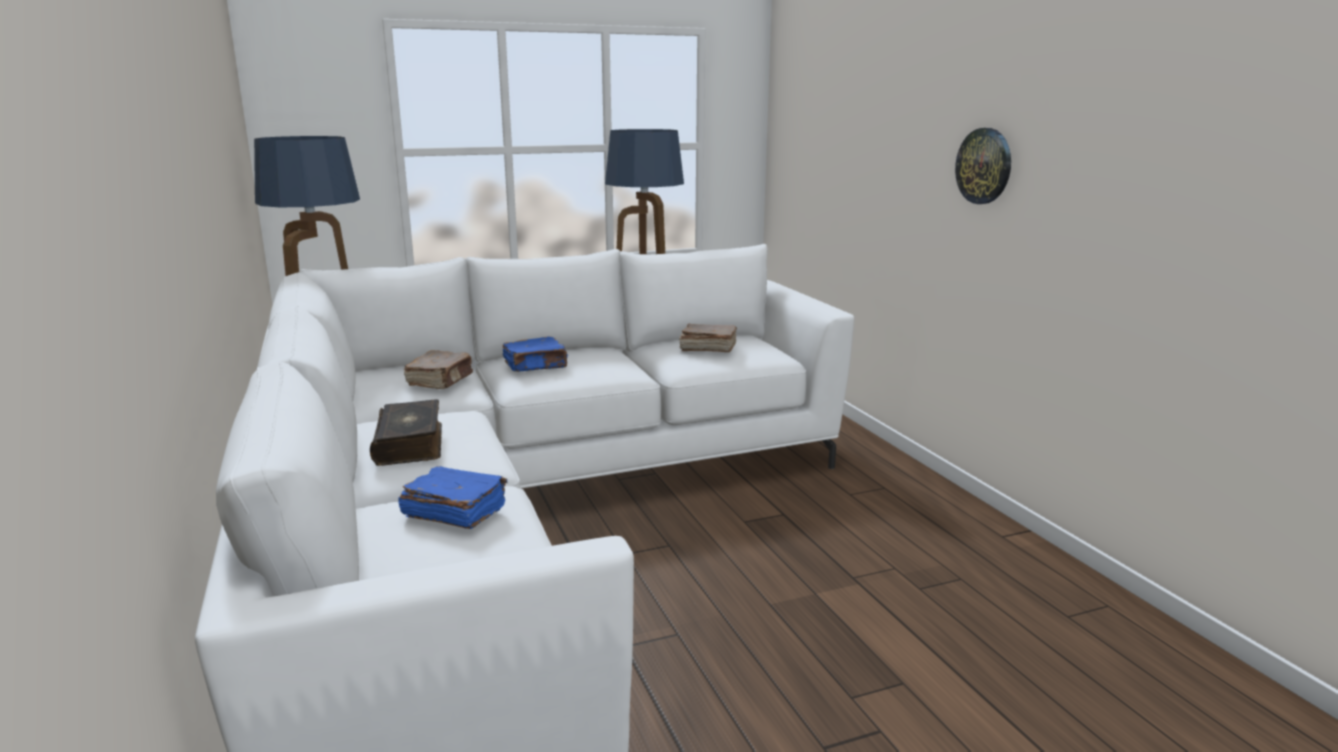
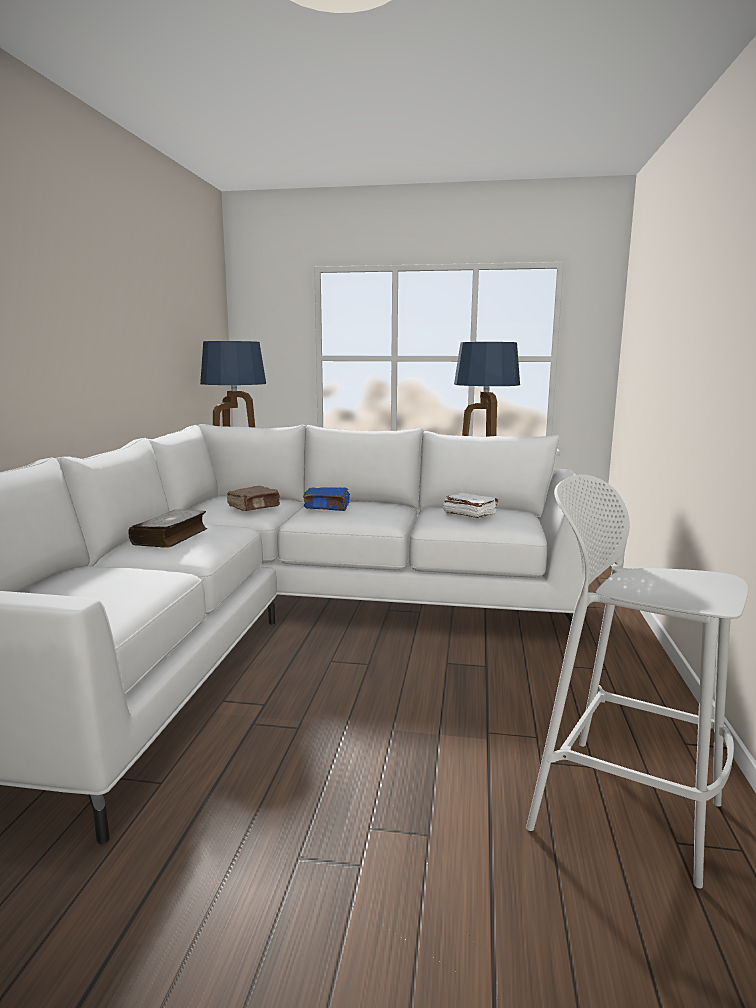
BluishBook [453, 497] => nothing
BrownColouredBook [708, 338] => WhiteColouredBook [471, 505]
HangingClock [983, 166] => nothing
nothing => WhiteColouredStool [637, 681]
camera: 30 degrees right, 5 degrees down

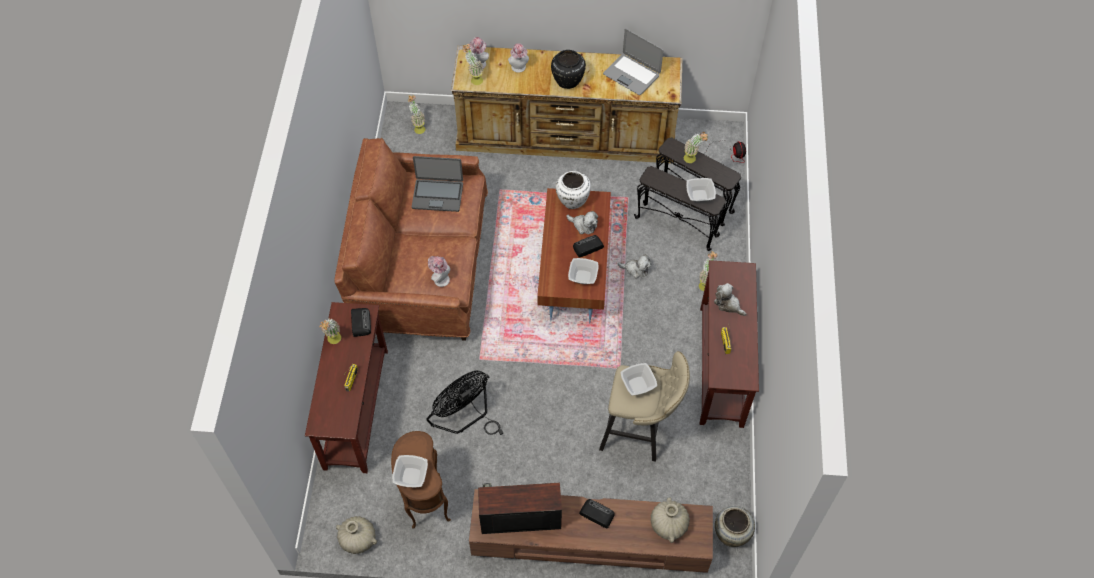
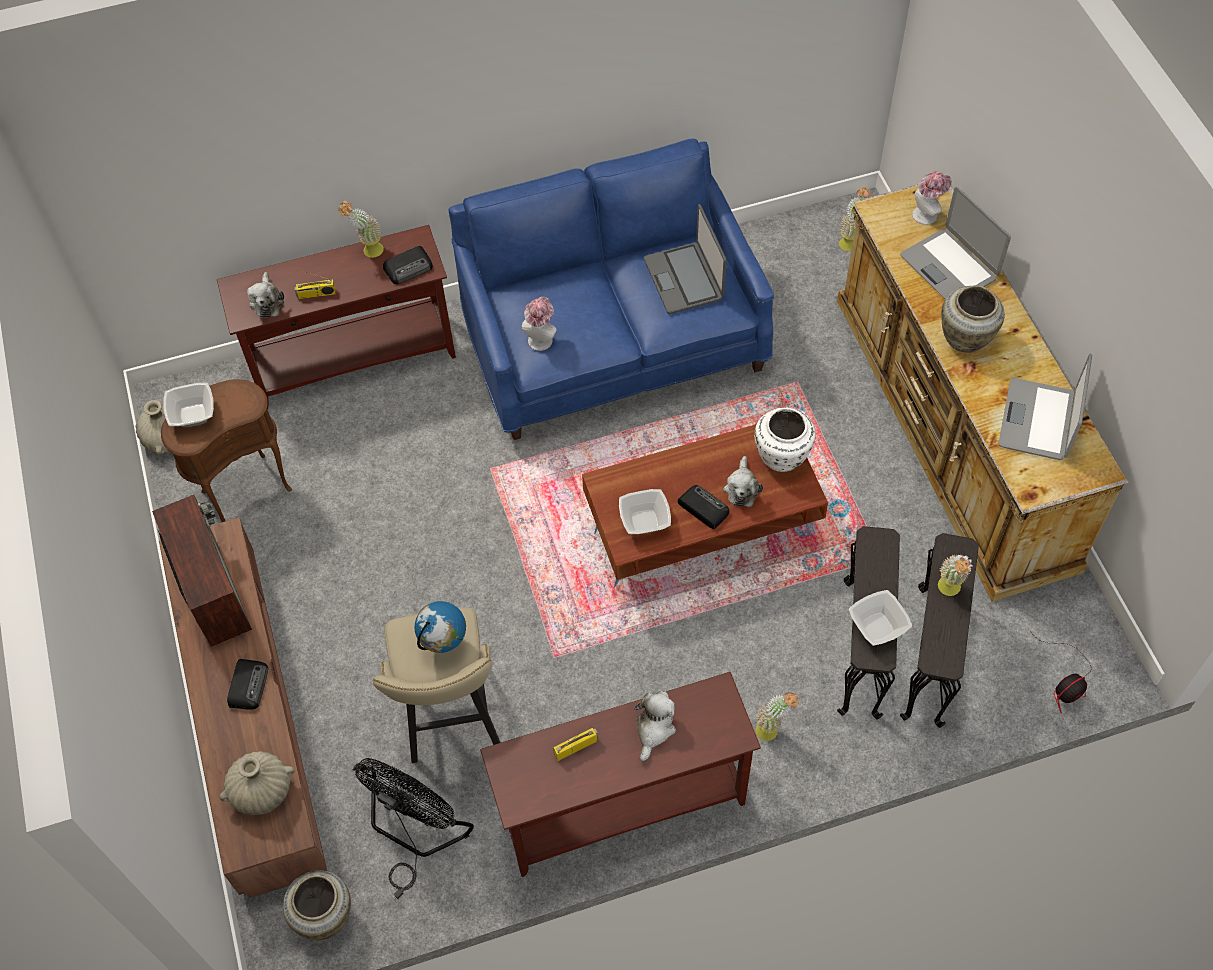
BrownColouredSettee [411, 239] => BluishSettee [611, 289]
BlackishCoolingFan [464, 403] => BlackishCoolingFan [413, 828], shifted
PottedPlant [472, 64] => nothing
Hat [518, 58] => Laptop [955, 243]
BlackishDecorativeVase [568, 69] => BeigeColouredDecorativeVase [973, 319]
CuddlyToy [634, 266] => CuddlyToy [265, 295], shifted
Bowl [638, 379] => DeskGlobe [440, 627]
camera: 70 degrees right, 0 degrees up

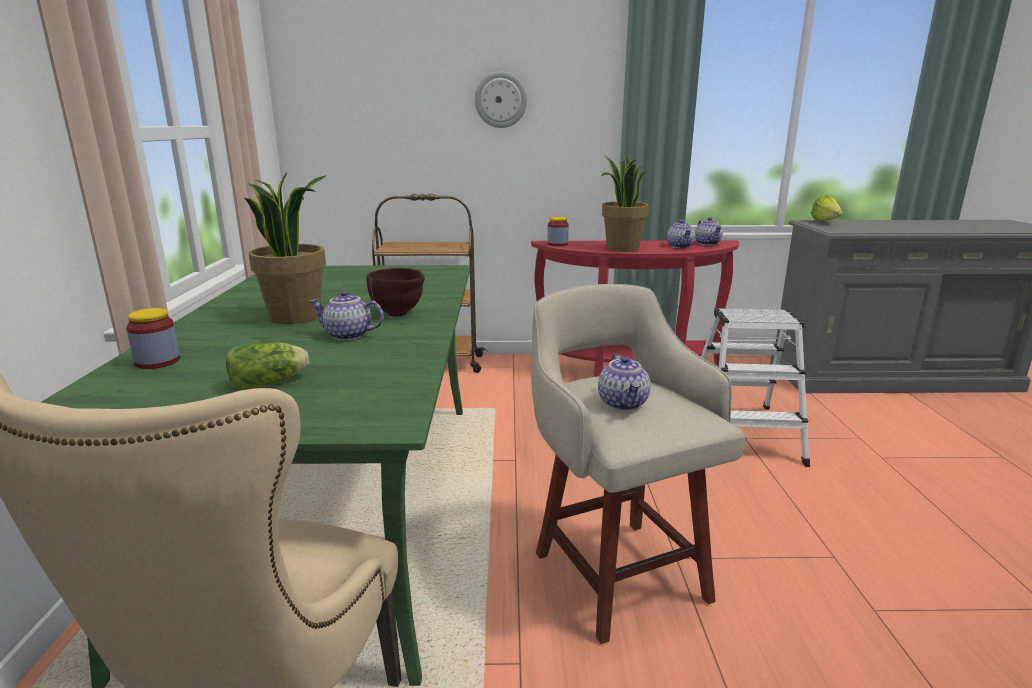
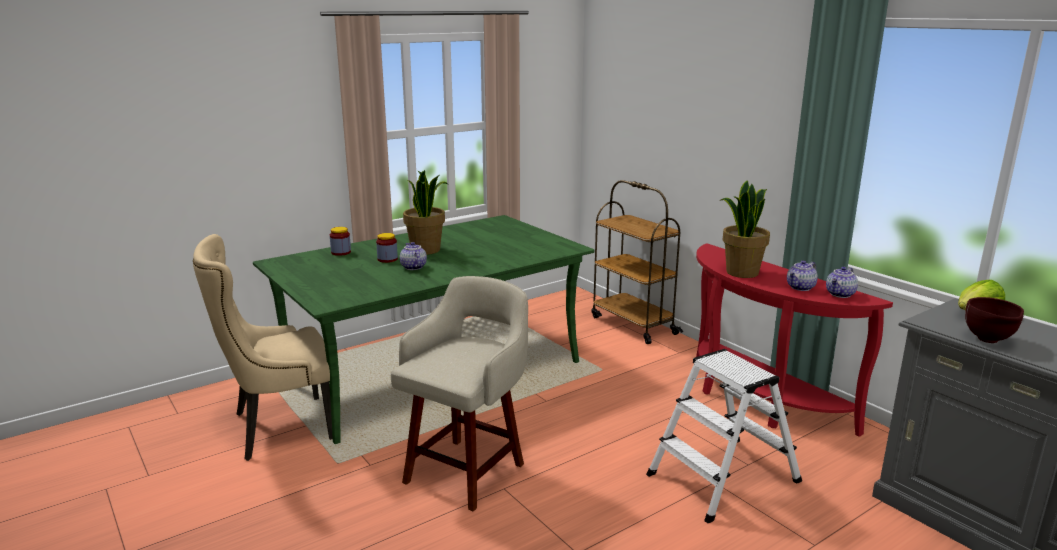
LettuceHead [267, 365] => nothing
BrownColouredBowl [395, 292] => BrownColouredBowl [994, 320], shifted
HangingClock [501, 99] => nothing
StorageJar [558, 231] => StorageJar [387, 248], shifted
PotForTea [624, 382] => nothing
camera: 55 degrees right, 0 degrees up

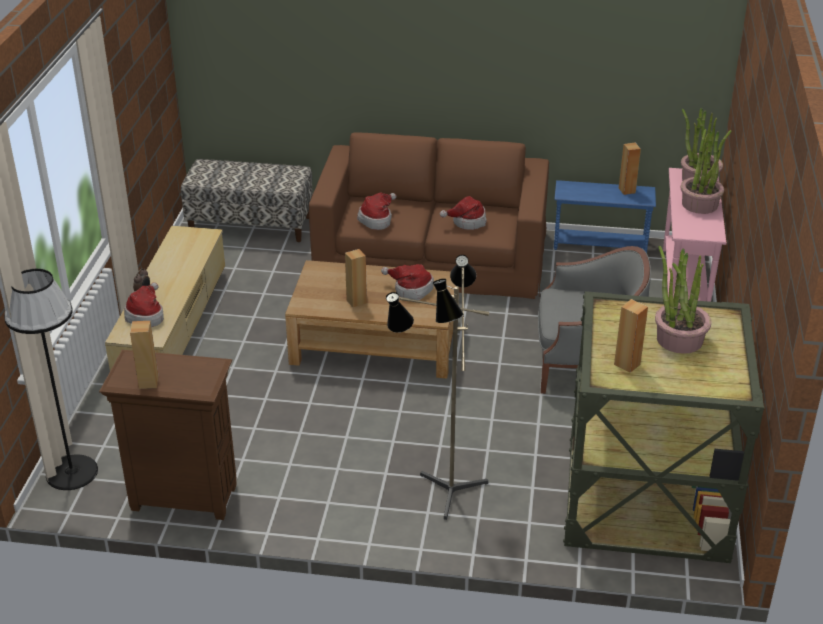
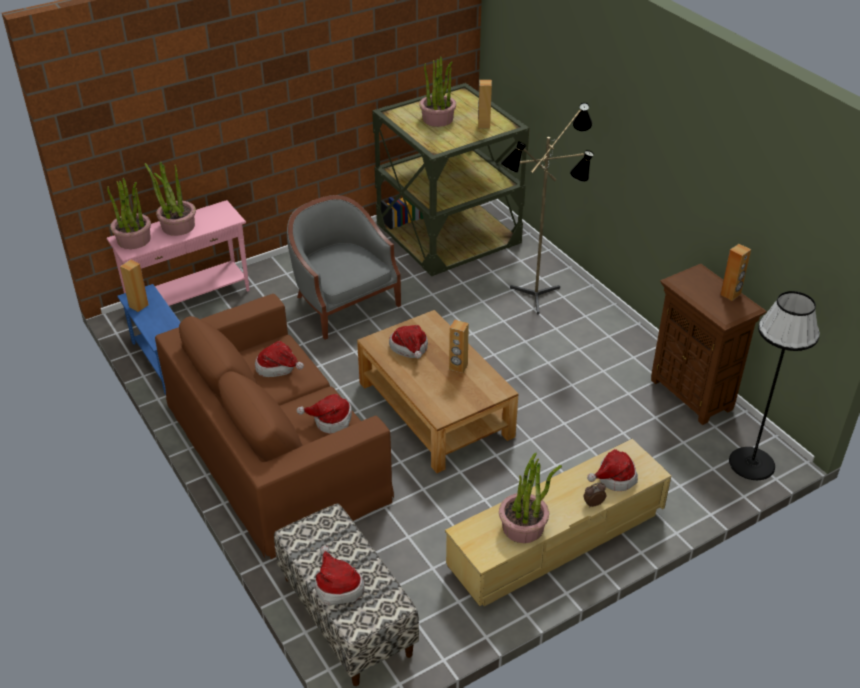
nothing => Hat [340, 575]
nothing => PottedPlant [530, 498]
camera: 130 degrees left, 5 degrees up

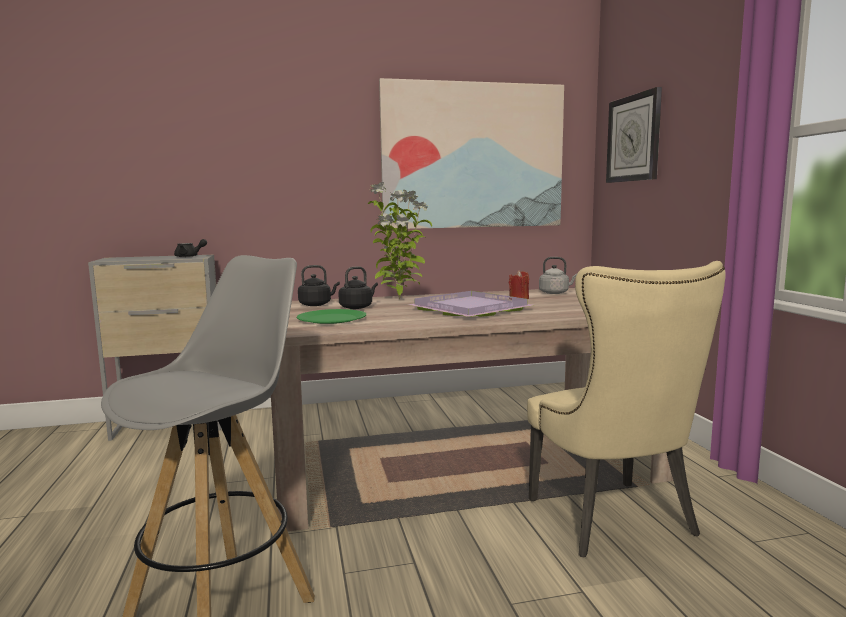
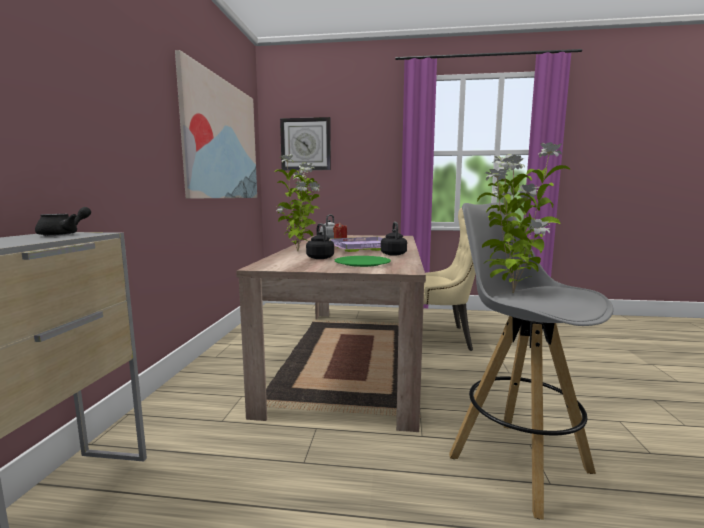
BlackishKettle [319, 285] => BlackishKettle [394, 239], shifted
nothing => PottedPlant [524, 217]
camera: 70 degrees left, 0 degrees up

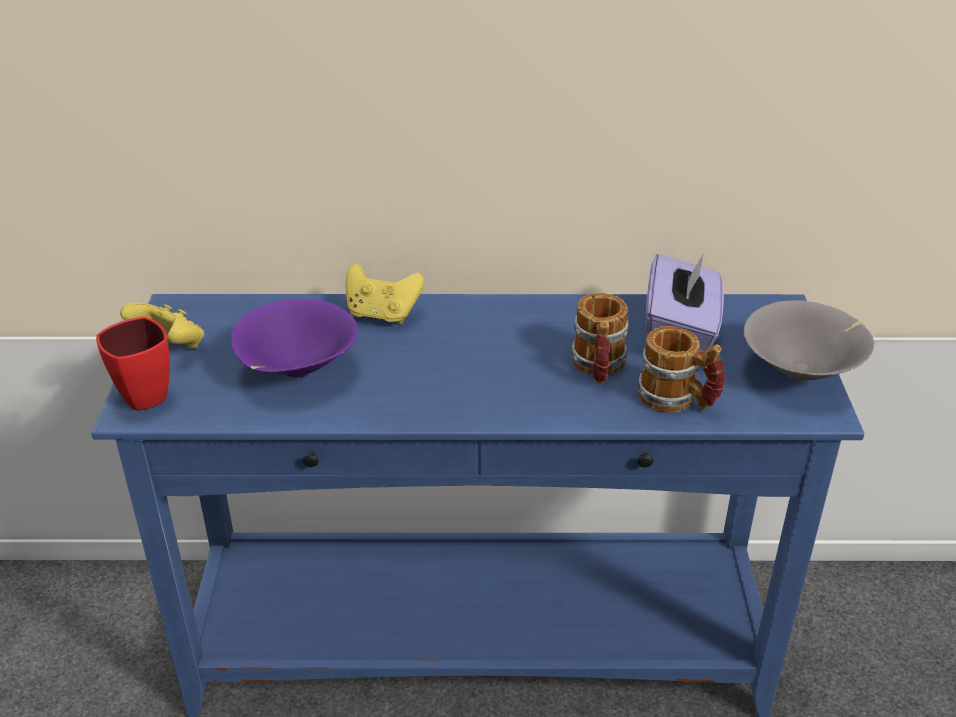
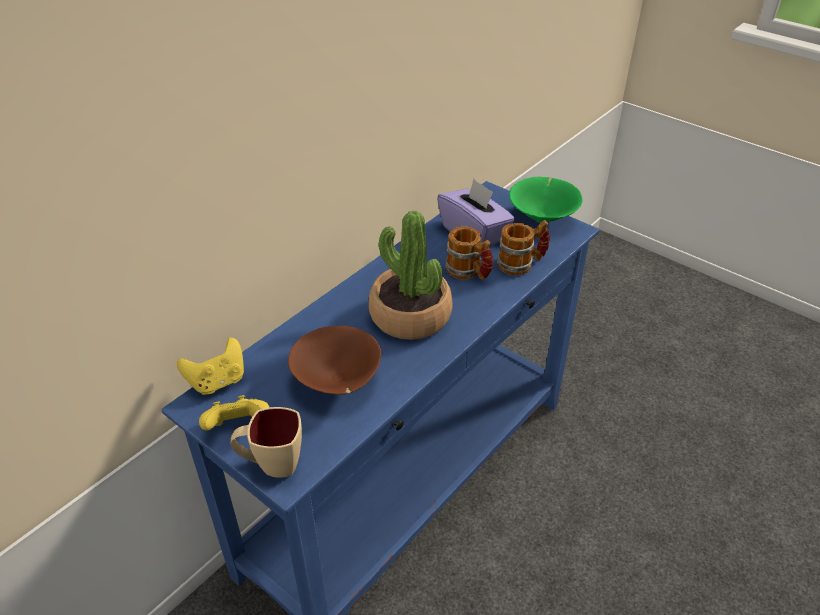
RedColouredTeaMug [133, 364] => BeigeColouredTeaMug [266, 442]
PurpleBowl [294, 338] => BrownColouredBowl [334, 360]
YellowColouredJoypad [385, 293] => YellowColouredJoypad [210, 366], shifted
GreyishBowl [809, 341] => GreenColouredBowl [546, 200]
nothing => PottedPlant [411, 275]
camera: 50 degrees left, 5 degrees up

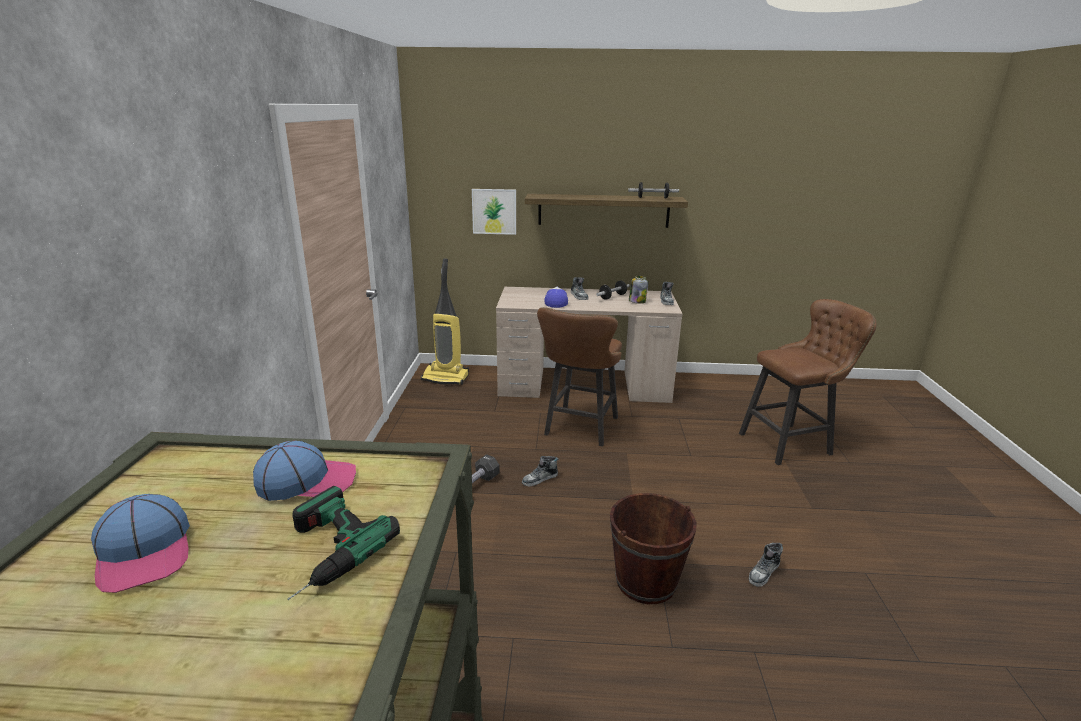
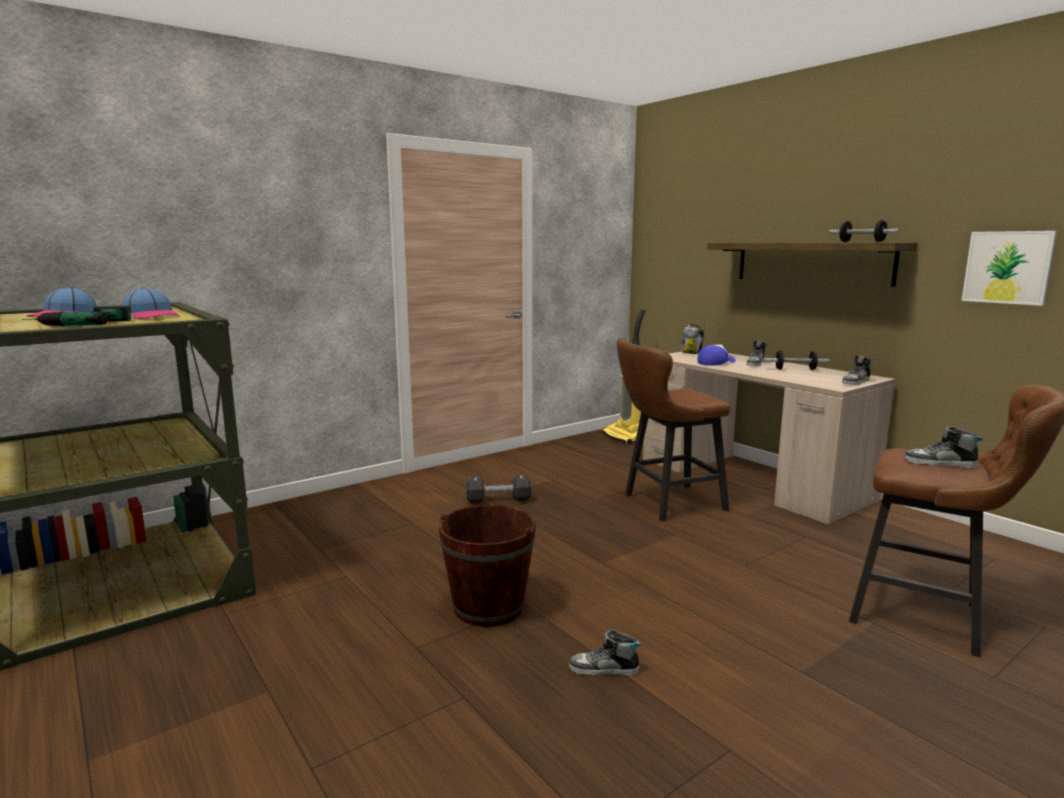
WallArt [494, 212] => WallArt [1009, 268], shifted
Shoe [540, 471] => Shoe [943, 447], shifted
StorageJar [638, 290] => StorageJar [692, 339], shifted
camera: 50 degrees right, 10 degrees down

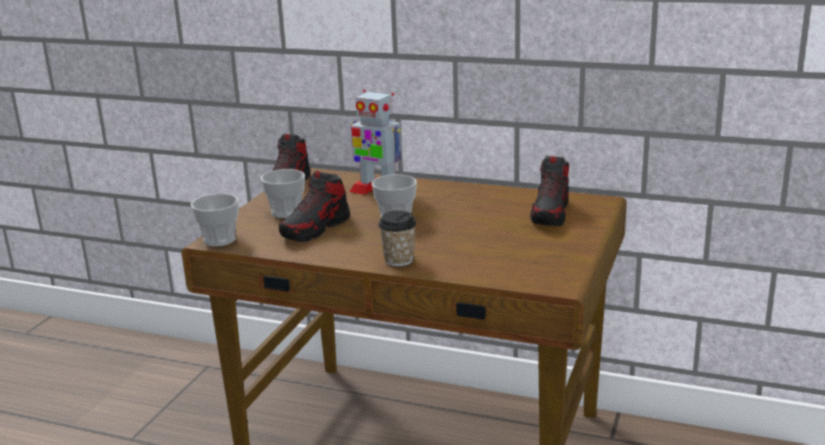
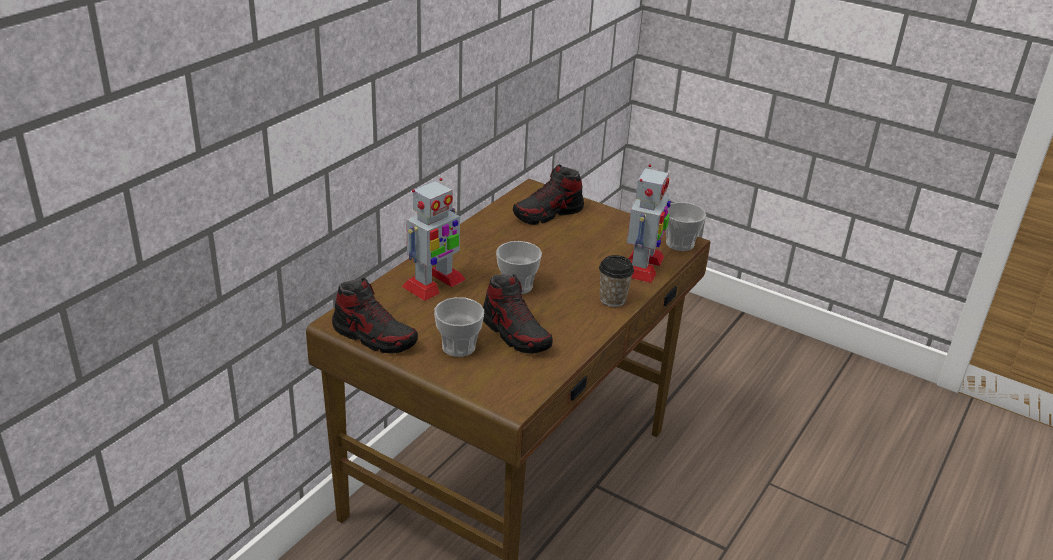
Cup [215, 220] => Cup [686, 226], shifted
Shoe [549, 191] => Shoe [548, 194], 120 degrees clockwise
nothing => ToyRobot [649, 223]
camera: 80 degrees left, 10 degrees up

